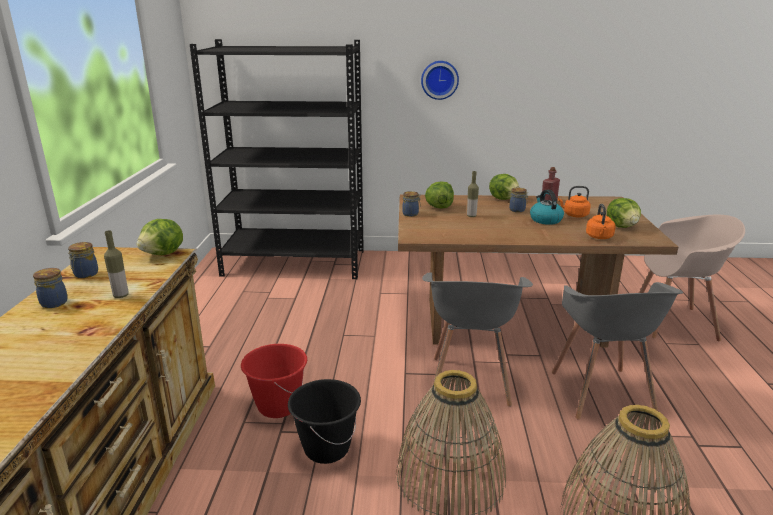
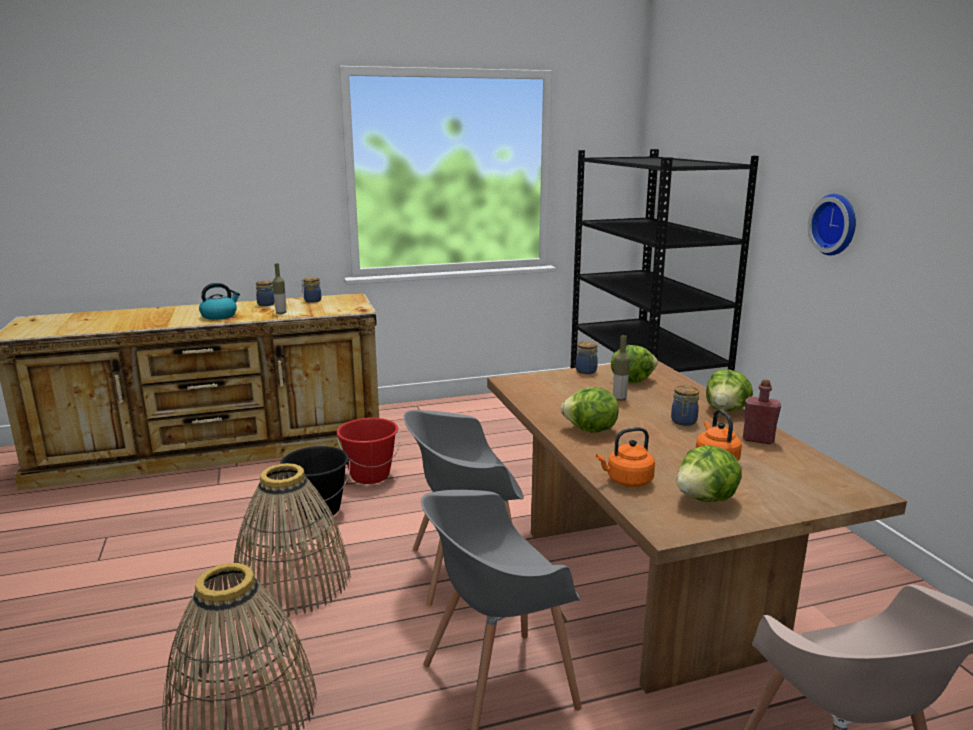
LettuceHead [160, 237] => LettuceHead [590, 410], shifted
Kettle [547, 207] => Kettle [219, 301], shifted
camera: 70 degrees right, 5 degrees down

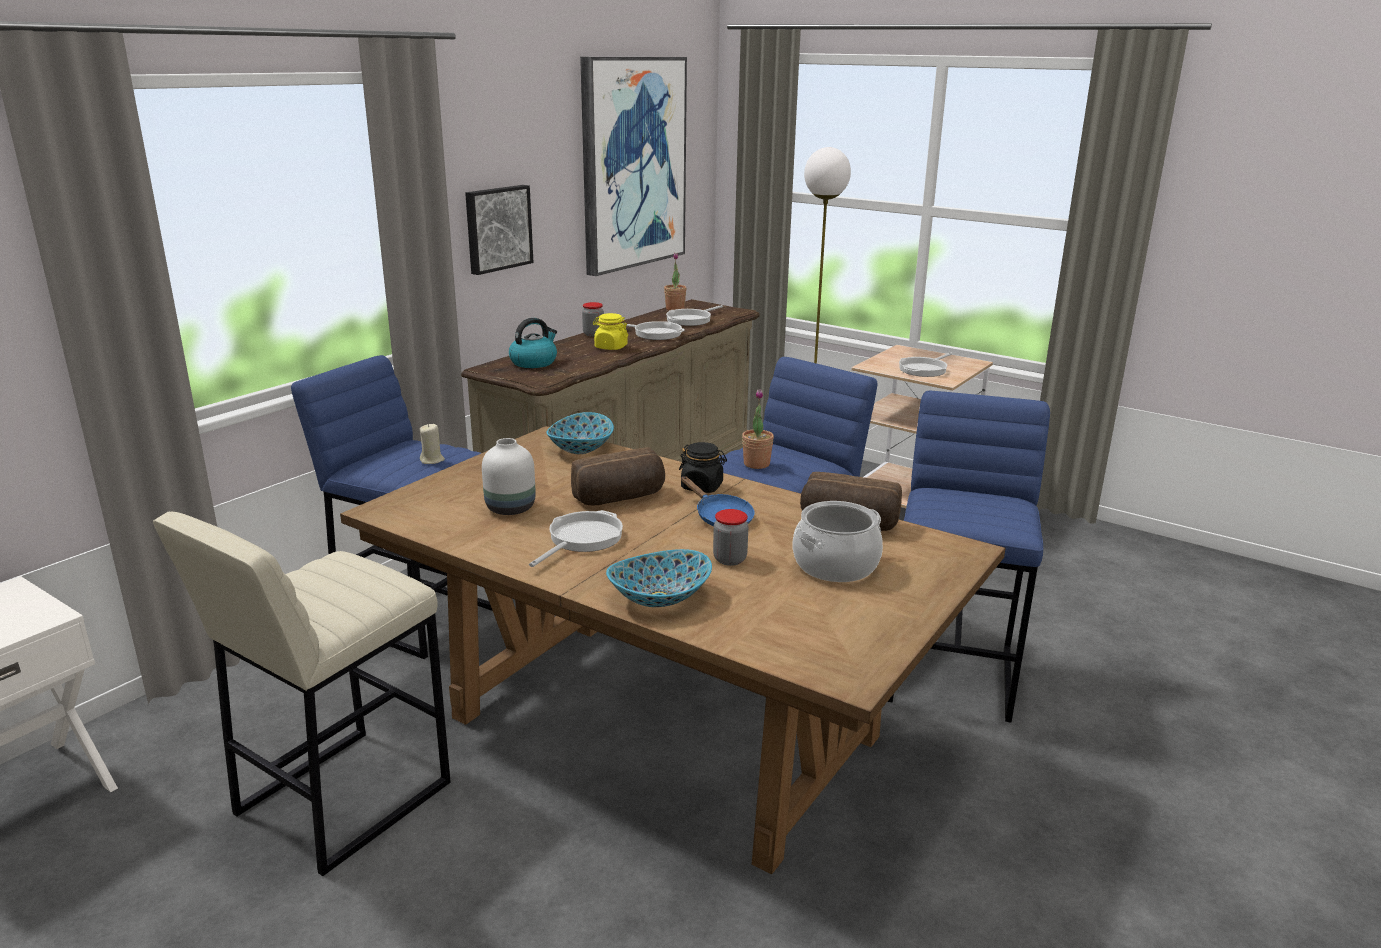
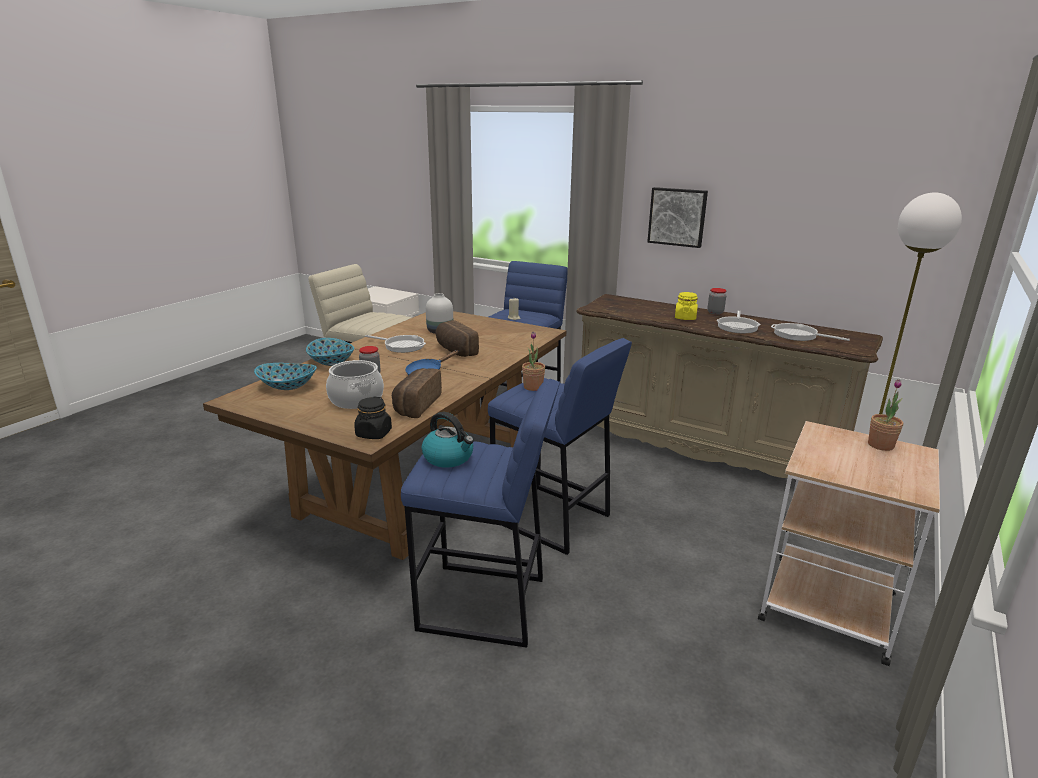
Kettle [533, 343] => Kettle [448, 440], shifted
Bowl [580, 433] => Bowl [285, 376], shifted
WallArt [633, 166] => nothing
PottedPlant [675, 282] => PottedPlant [885, 415], shifted
BlackishStorageJar [703, 467] => BlackishStorageJar [373, 418], shifted
Pan [925, 364] => nothing
camera: 85 degrees right, 0 degrees up

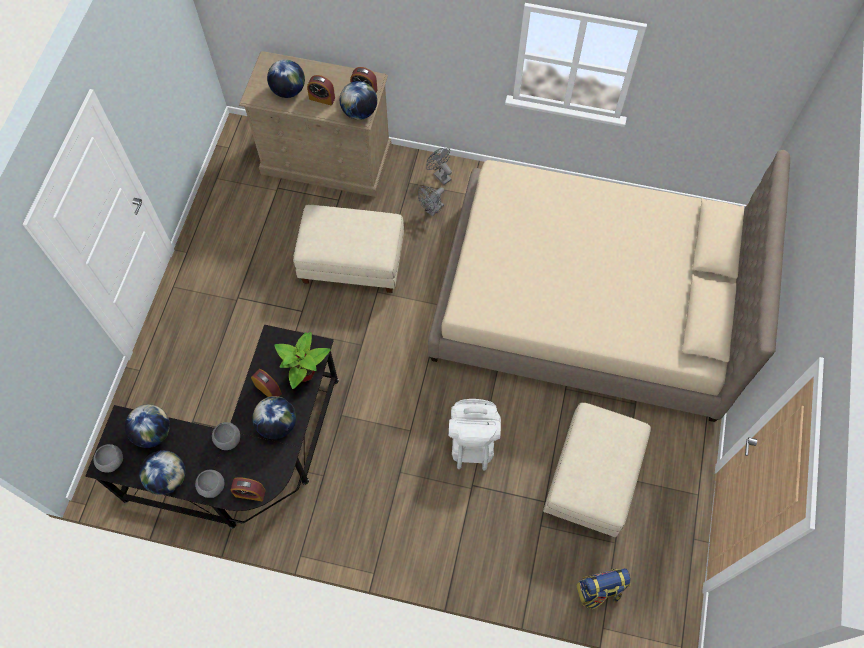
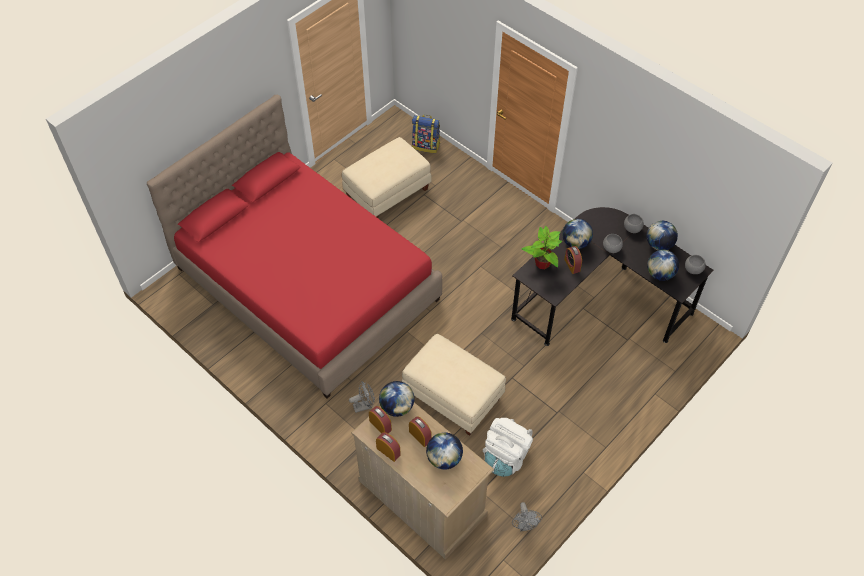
BedsideClock [248, 489] => BedsideClock [388, 447], shifted
GreyishCoolingFan [439, 166] => GreyishCoolingFan [527, 516], shifted
BeigeColouredBedroomBed [609, 286] => RedColouredBedroomBed [294, 246]
WhiteColouredKnapsack [475, 435] => WhiteColouredKnapsack [508, 447], shifted
camera: 150 degrees left, 10 degrees down

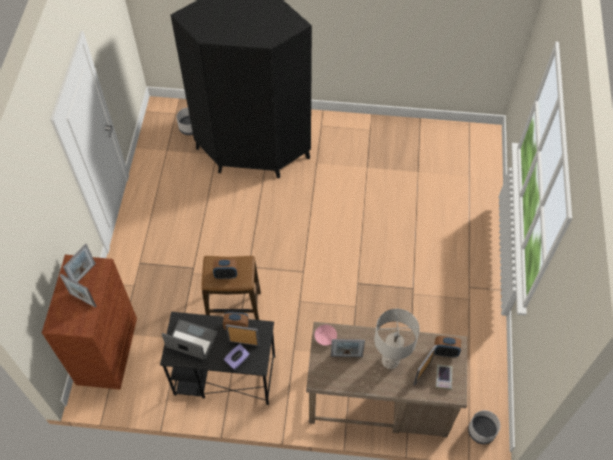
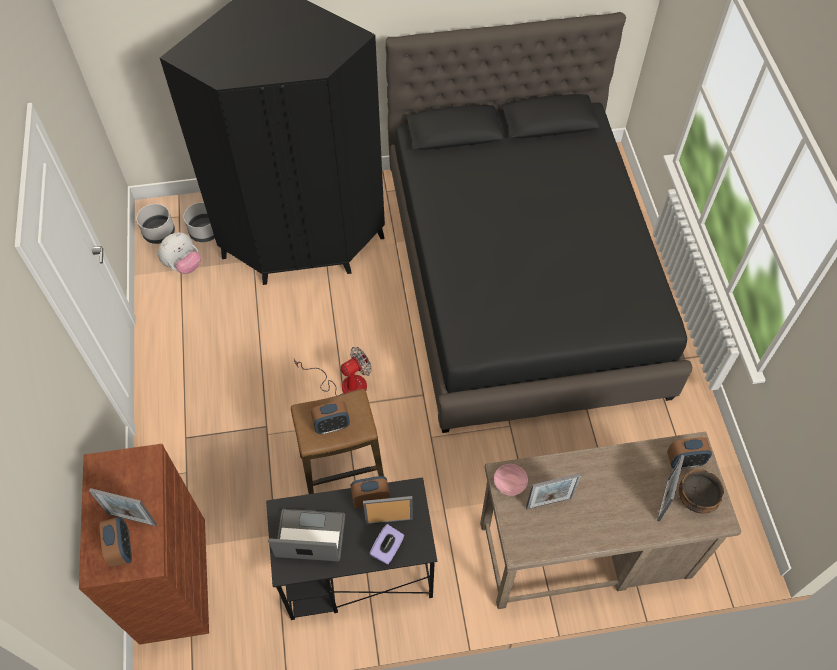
PictureFrame [79, 263] => nothing
WhiteColouredTabletopLamp [397, 339] => nothing
Book [444, 377] => Bowl [701, 491]
GreyishFlowerPot [484, 427] => GreyishFlowerPot [155, 224], shifted
nothing => BedsideClock [116, 542]
nothing => CuddlyToy [179, 253]
nothing => CoolingFan [333, 371]
nothing => BlackishBedroomBed [538, 222]
camera: 15 degrees left, 0 degrees up

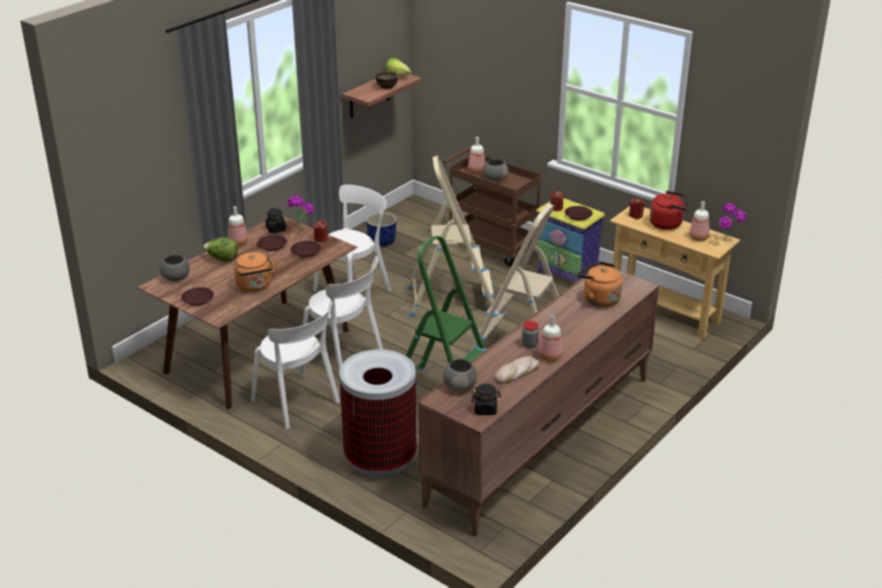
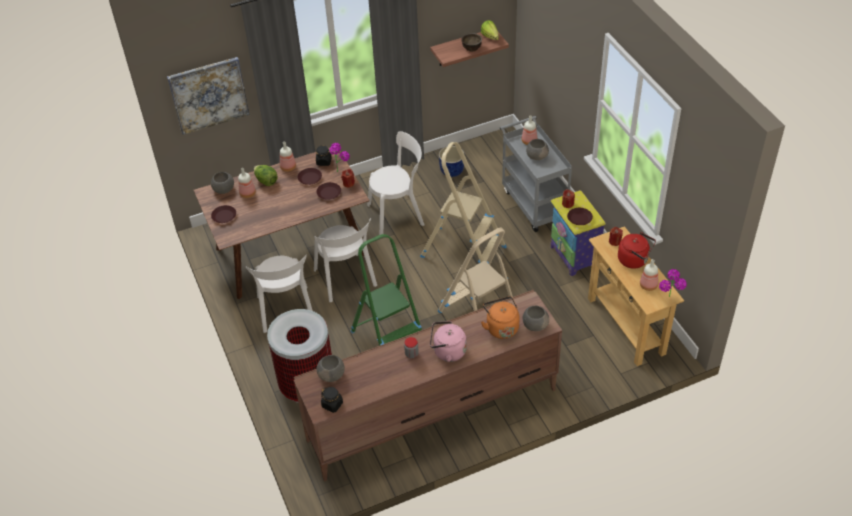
OrangeKettle [256, 272] => nothing
BrownColouredWheeledCart [492, 206] => GreyishWheeledCart [536, 174]
BakedBread [516, 369] => nothing
DrinkBottle [551, 338] => DrinkBottle [247, 183], shifted
nothing => WallArt [208, 96]
nothing => PinkColouredKettle [448, 341]
nothing => GreyishBowl [536, 318]
camera: 30 degrees right, 15 degrees up

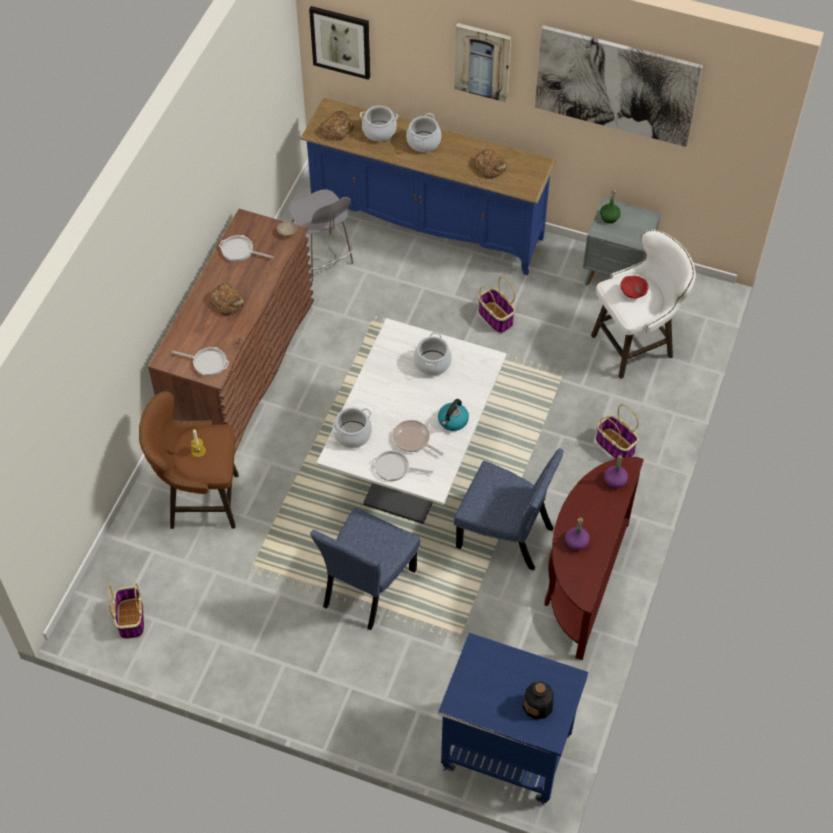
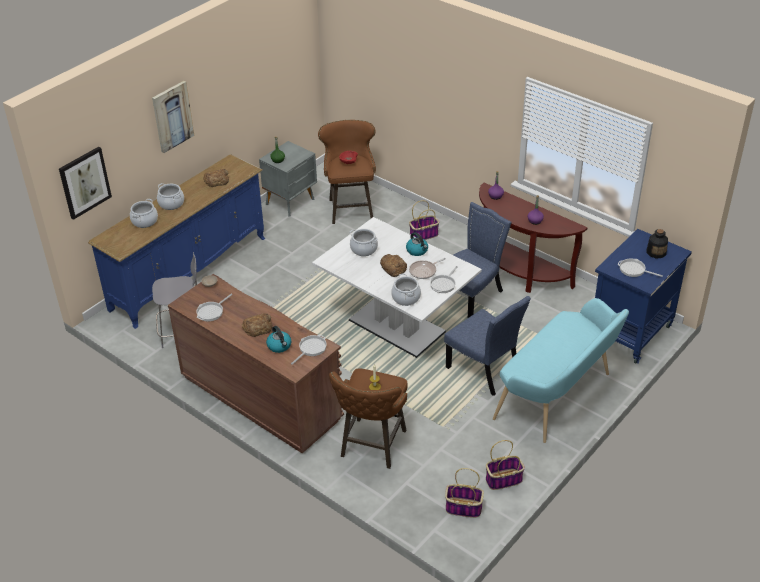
BakedBread [336, 126] => BakedBread [393, 265], shifted
HouseholdBasket [496, 304] => HouseholdBasket [505, 465], shifted
WallArt [619, 86] => nothing
WhiteColouredStool [643, 304] => BrownColouredStool [347, 172]
nothing => Kettle [278, 339]
nothing => BlueGreenLongSeat [561, 370]
nothing => Pan [640, 267]
camera: 70 degrees left, 15 degrees down

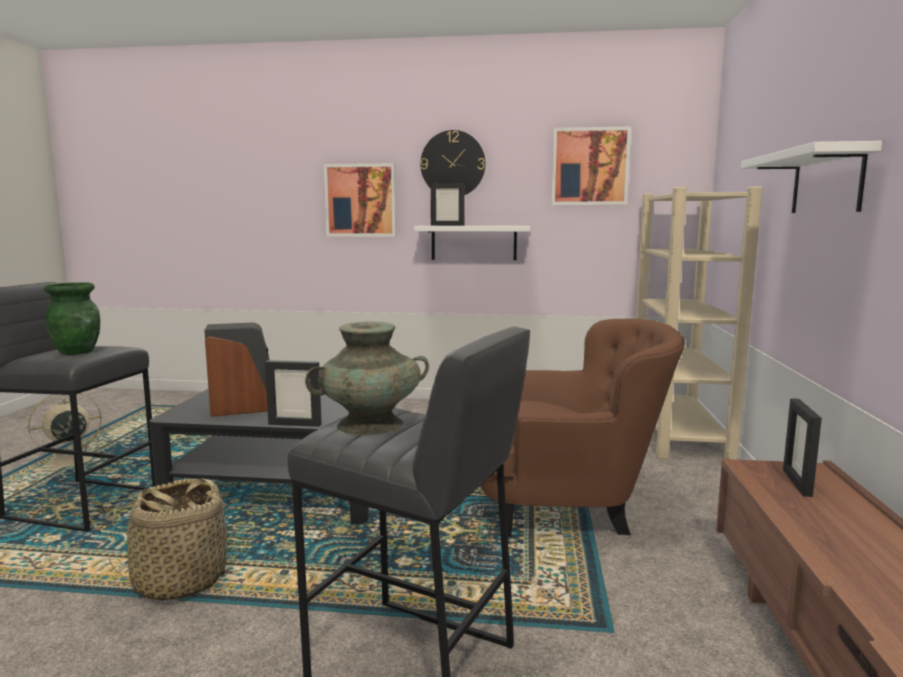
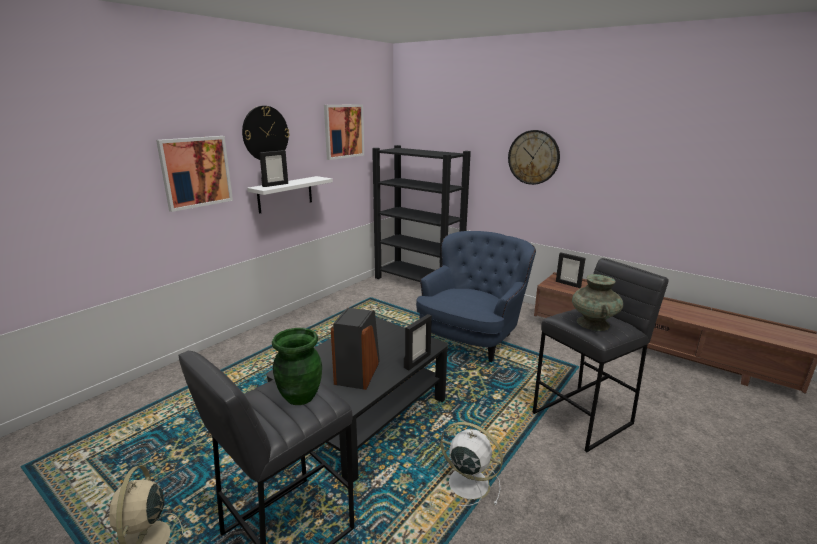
HouseholdBasket [173, 540] => WhiteColouredCoolingFan [471, 464]
BrownColouredLoungeChair [583, 427] => BluishLoungeChair [476, 296]
BeigeColouredBookcase [699, 323] => BlackishBookcase [421, 213]
WhiteColouredShelf [811, 177] => HangingClock [534, 157]
camera: 60 degrees left, 10 degrees up

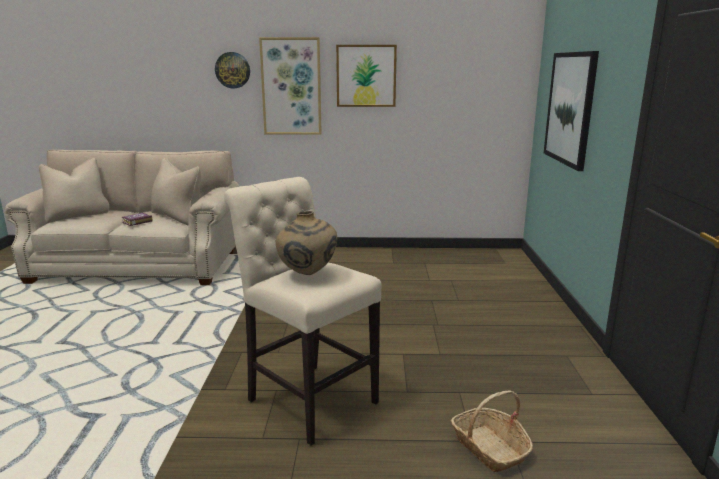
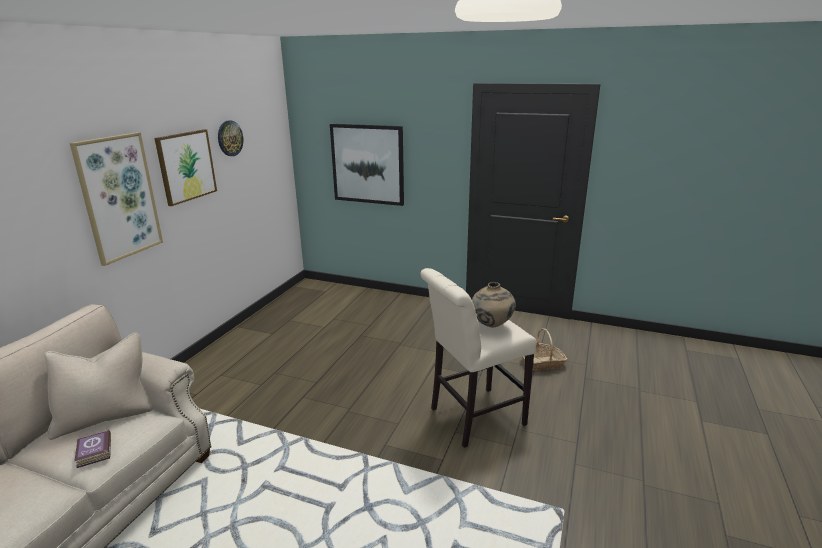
HangingClock [232, 70] => HangingClock [230, 138], shifted
camera: 70 degrees left, 5 degrees up

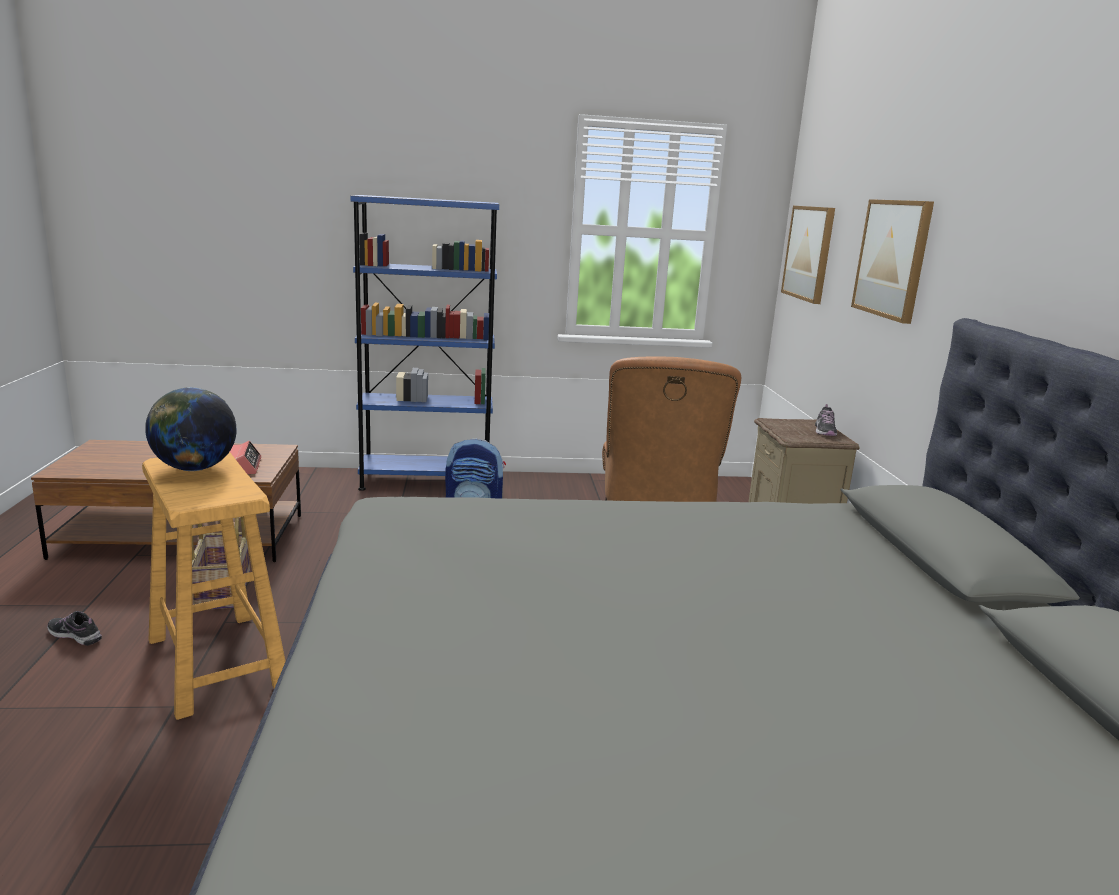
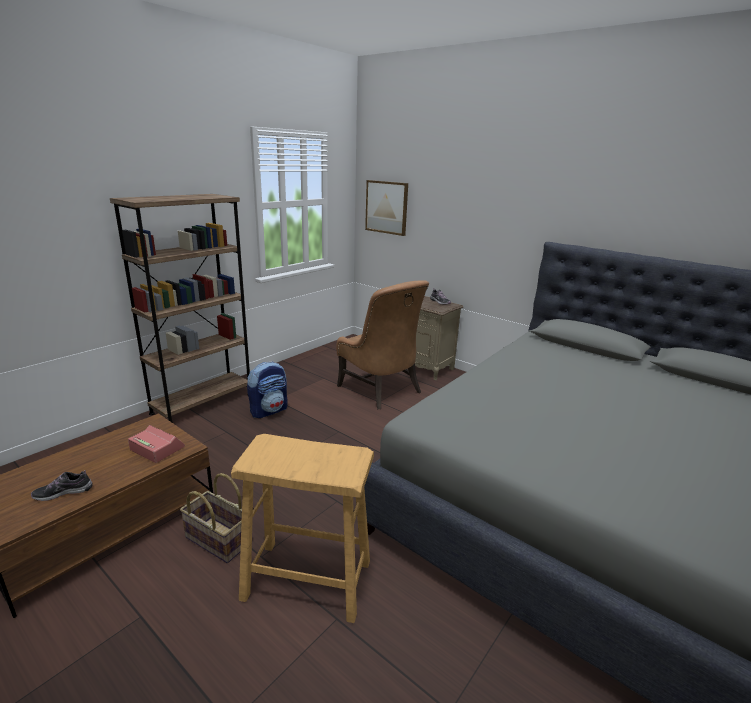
Shoe [74, 628] => Shoe [62, 485], shifted
DeskGlobe [191, 429] => nothing
BluishBookcase [424, 343] => BrownColouredBookcase [180, 308]
WallArt [892, 261] => nothing
camera: 45 degrees left, 5 degrees up

